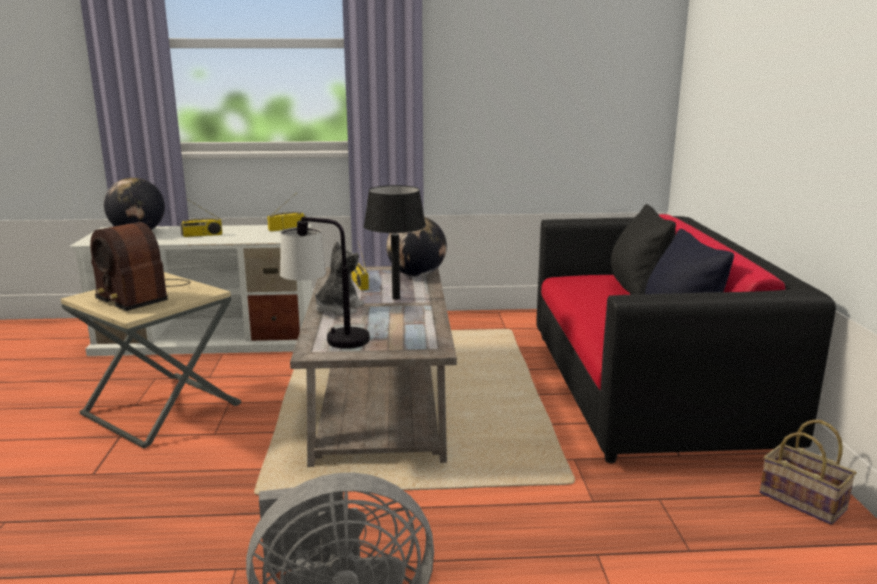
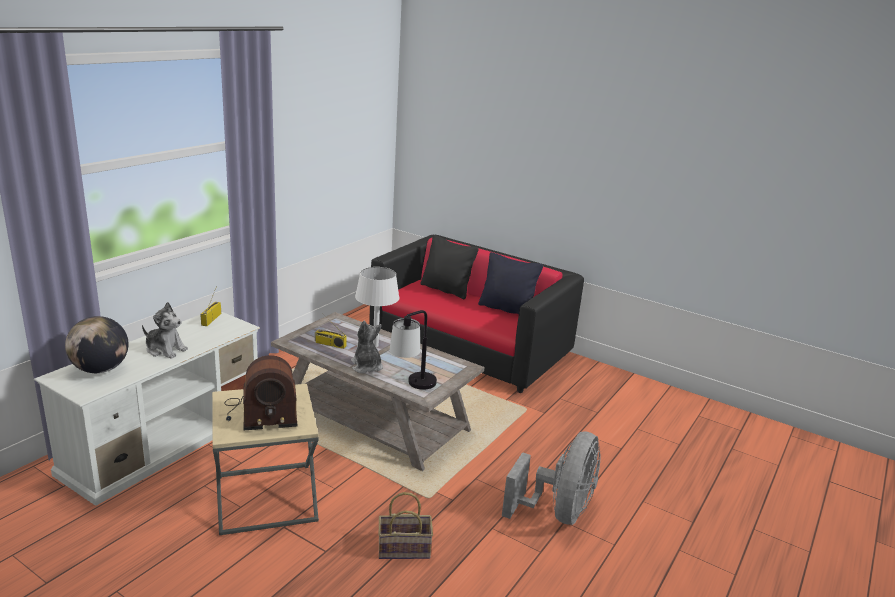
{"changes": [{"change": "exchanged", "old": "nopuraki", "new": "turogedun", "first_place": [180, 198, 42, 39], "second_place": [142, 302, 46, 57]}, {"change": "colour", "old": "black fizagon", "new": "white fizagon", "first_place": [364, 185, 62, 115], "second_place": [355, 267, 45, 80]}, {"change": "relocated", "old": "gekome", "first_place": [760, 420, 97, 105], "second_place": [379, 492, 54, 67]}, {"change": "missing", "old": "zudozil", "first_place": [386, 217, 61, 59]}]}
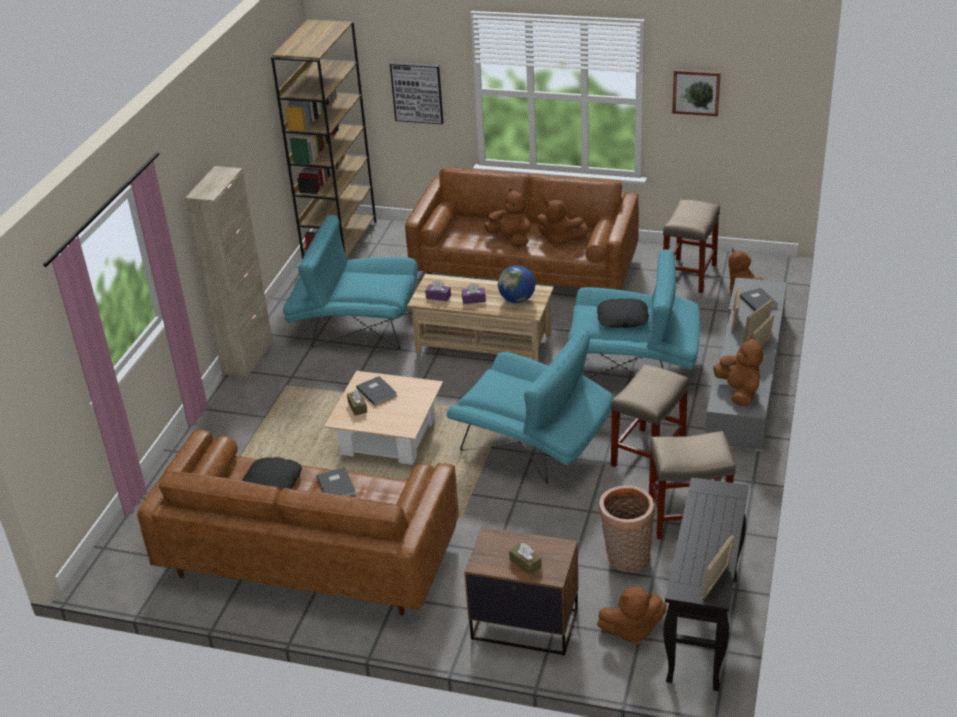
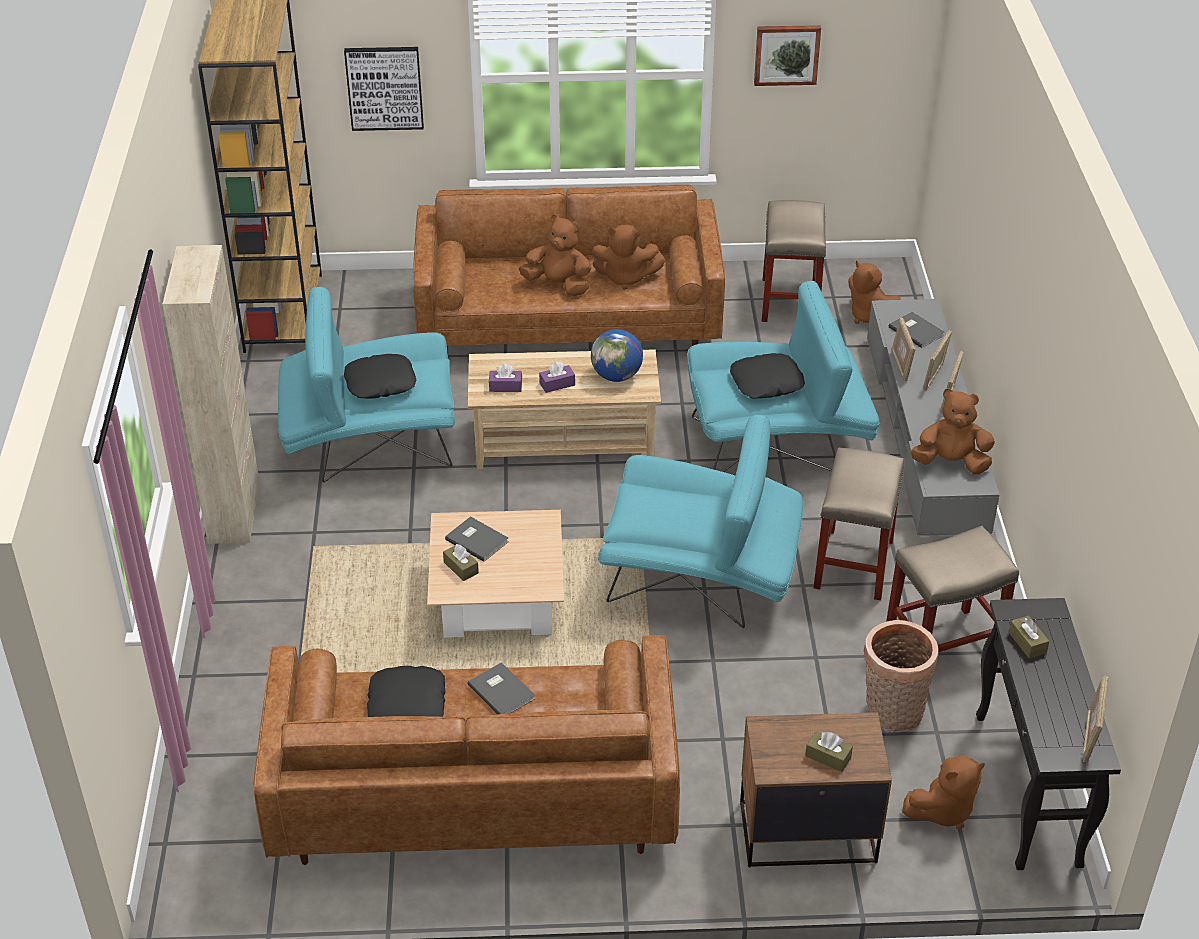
{"changes": [{"change": "appeared", "new": "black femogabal", "second_place": [344, 354, 72, 45]}, {"change": "spun", "old": "brown turogedun", "first_place": [713, 335, 50, 71], "second_place": [911, 388, 84, 86], "degrees": -45}, {"change": "appeared", "new": "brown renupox", "second_place": [1009, 615, 41, 43]}]}
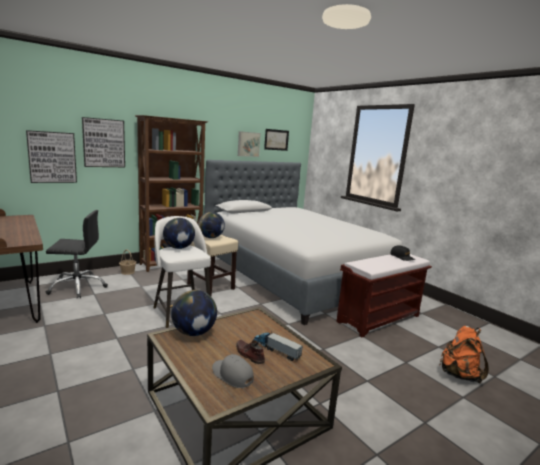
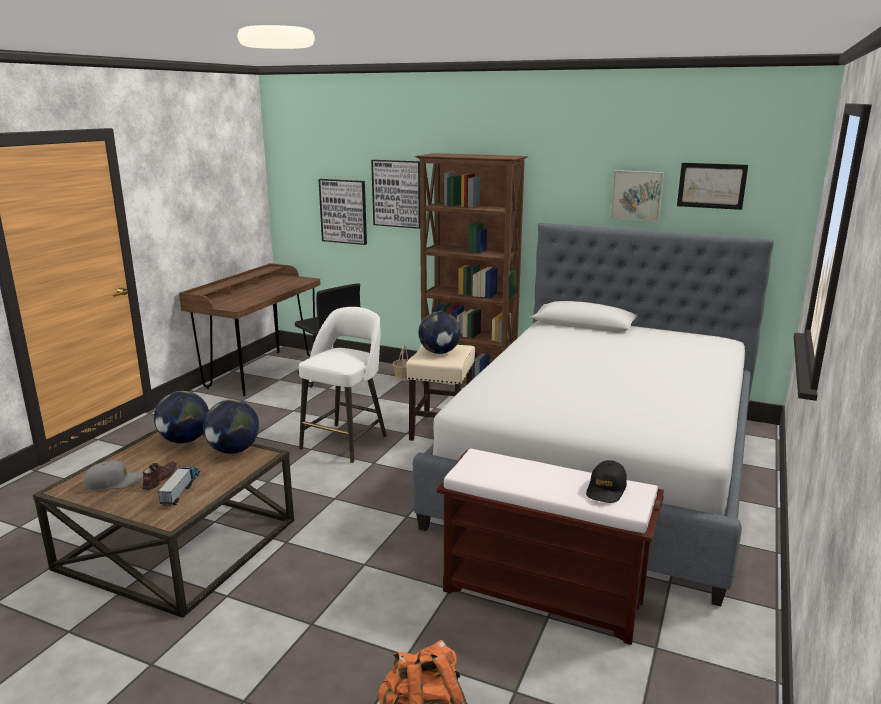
{"changes": [{"change": "spun", "old": "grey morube", "first_place": [212, 354, 42, 34], "second_place": [84, 461, 59, 30], "degrees": 60}, {"change": "relocated", "old": "zudozil", "first_place": [163, 218, 32, 31], "second_place": [203, 399, 56, 55]}]}
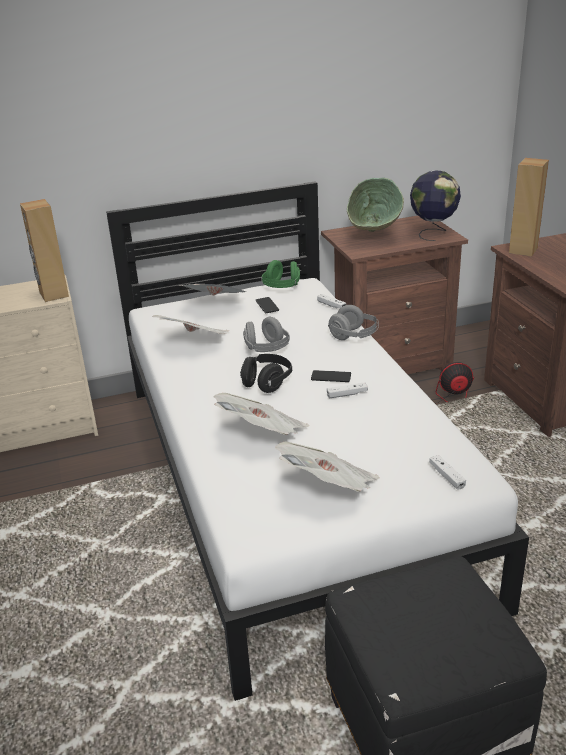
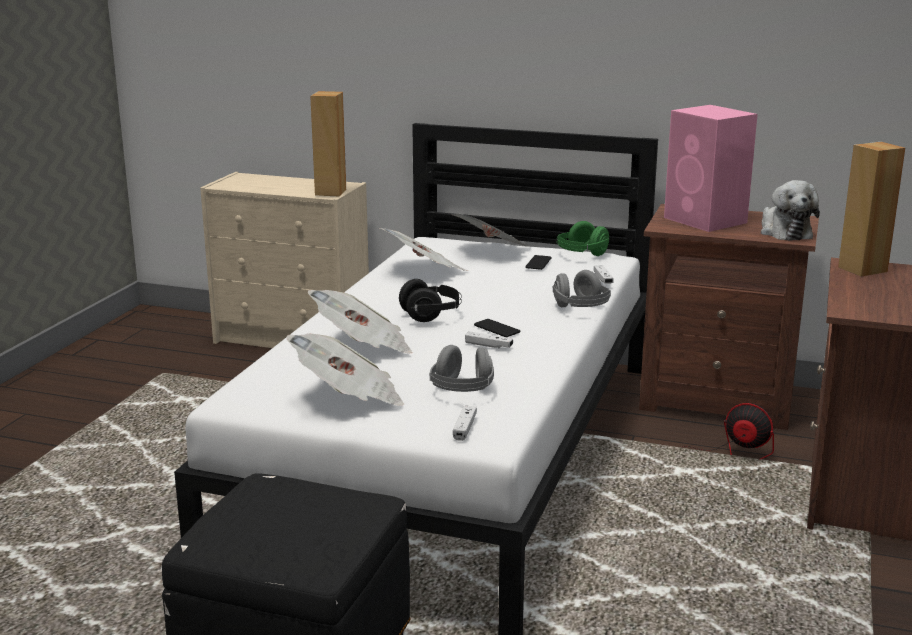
{"changes": [{"change": "relocated", "old": "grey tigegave", "first_place": [243, 317, 47, 35], "second_place": [430, 345, 64, 47]}, {"change": "exchanged", "old": "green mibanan", "new": "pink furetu", "first_place": [347, 178, 57, 54], "second_place": [664, 105, 94, 127]}, {"change": "exchanged", "old": "zudozil", "new": "turogedun", "first_place": [410, 171, 51, 70], "second_place": [761, 180, 59, 61]}]}
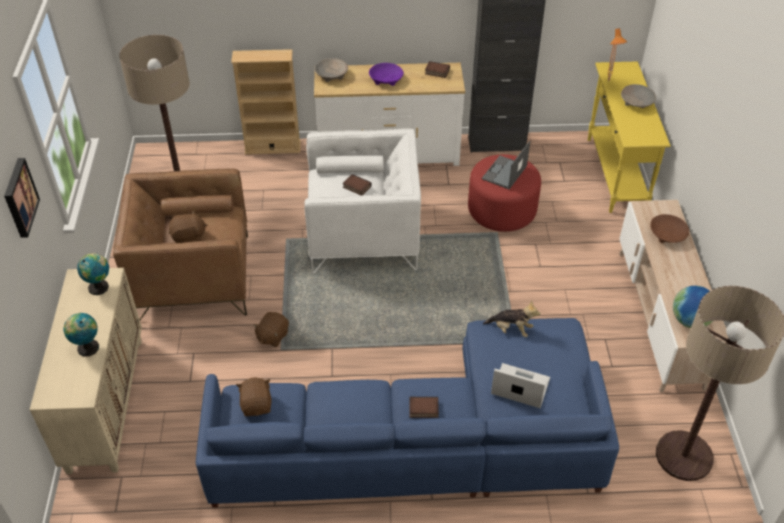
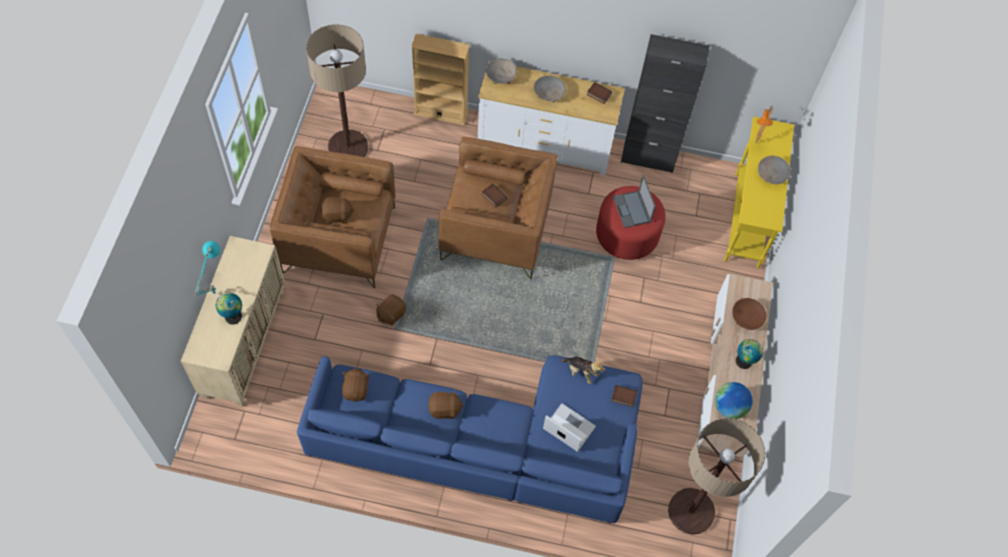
{"changes": [{"change": "appeared", "new": "turquoise fizagon", "second_place": [195, 241, 25, 54]}, {"change": "appeared", "new": "brown turogedun", "second_place": [428, 389, 36, 30]}, {"change": "colour", "old": "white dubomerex", "new": "brown dubomerex", "first_place": [304, 128, 117, 146], "second_place": [438, 137, 120, 142]}, {"change": "colour", "old": "purple mibanan", "new": "beige mibanan", "first_place": [369, 63, 35, 23], "second_place": [534, 76, 32, 26]}, {"change": "relocated", "old": "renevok", "first_place": [409, 397, 30, 21], "second_place": [611, 385, 26, 22]}, {"change": "spun", "old": "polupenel", "first_place": [482, 141, 48, 48], "second_place": [613, 175, 43, 53], "degrees": -60}, {"change": "relocated", "old": "zudozil", "first_place": [77, 253, 32, 42], "second_place": [736, 339, 27, 30]}, {"change": "missing", "old": "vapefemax", "first_place": [4, 158, 36, 80]}]}
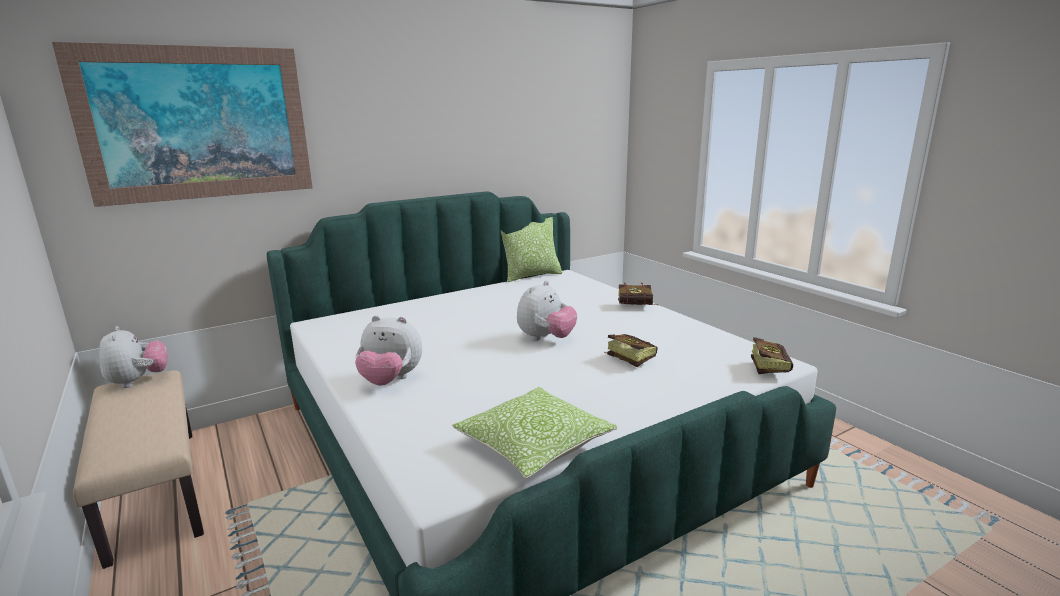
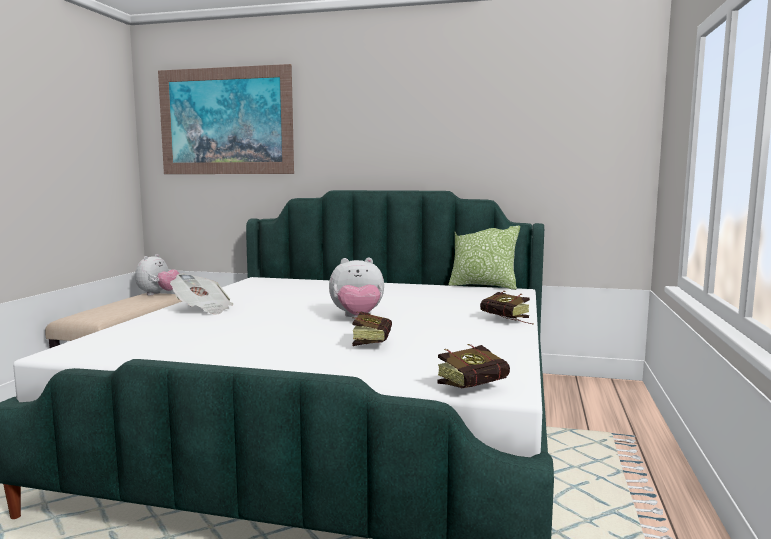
{"changes": [{"change": "exchanged", "old": "turogedun", "new": "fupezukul", "first_place": [355, 315, 67, 71], "second_place": [170, 274, 63, 41]}, {"change": "missing", "old": "femogabal", "first_place": [452, 387, 165, 92]}]}
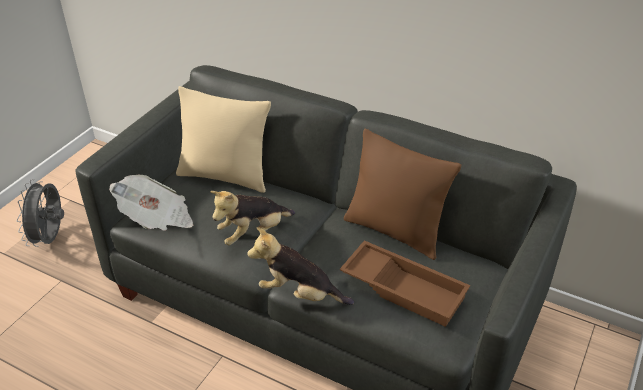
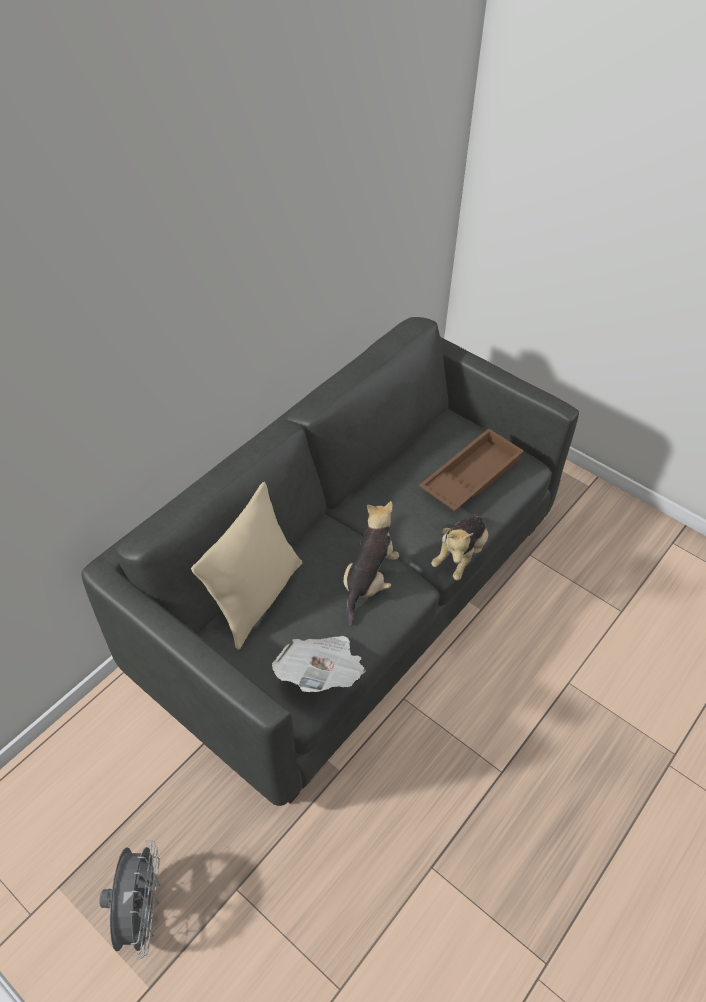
{"changes": [{"change": "spun", "old": "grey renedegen", "first_place": [17, 179, 47, 68], "second_place": [99, 841, 61, 118], "degrees": -105}, {"change": "spun", "old": "turogedun", "first_place": [210, 191, 85, 54], "second_place": [343, 501, 56, 125], "degrees": -135}, {"change": "missing", "old": "brown femogabal", "first_place": [344, 128, 118, 132]}]}
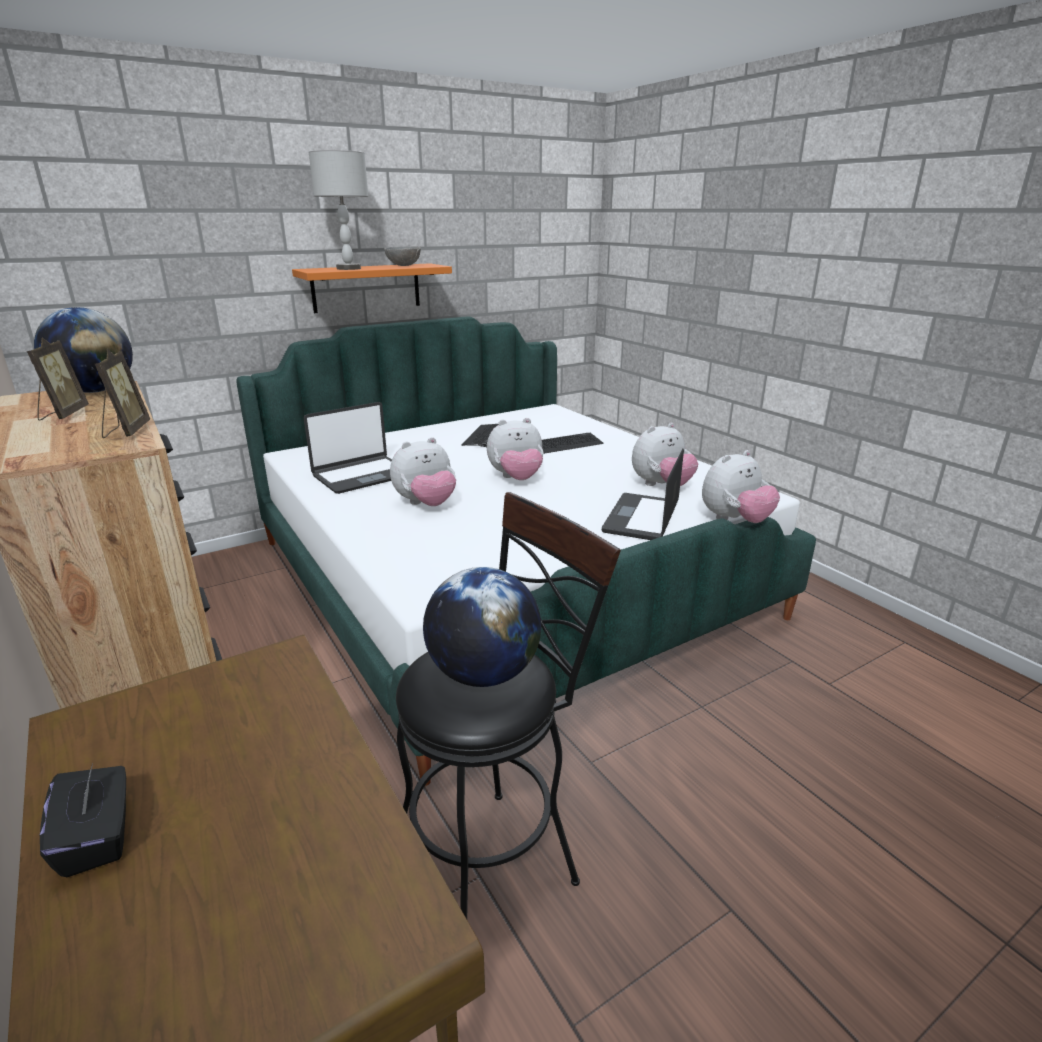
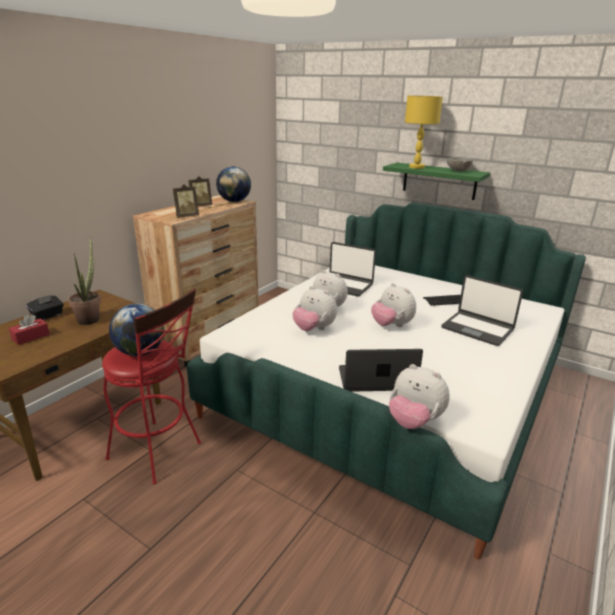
{"changes": [{"change": "appeared", "new": "red renupox", "second_place": [9, 314, 41, 31]}, {"change": "appeared", "new": "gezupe", "second_place": [68, 236, 33, 89]}, {"change": "colour", "old": "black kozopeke", "new": "red kozopeke", "first_place": [396, 492, 225, 427], "second_place": [102, 288, 99, 196]}, {"change": "relocated", "old": "turogedun", "first_place": [632, 423, 66, 63], "second_place": [293, 286, 44, 45]}, {"change": "colour", "old": "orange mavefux", "new": "green mavefux", "first_place": [292, 263, 160, 50], "second_place": [383, 163, 107, 37]}, {"change": "colour", "old": "grey fizagon", "new": "yellow fizagon", "first_place": [309, 150, 60, 120], "second_place": [405, 96, 38, 73]}, {"change": "exchanged", "old": "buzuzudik", "new": "polupenel", "first_place": [542, 433, 62, 21], "second_place": [441, 275, 82, 71]}]}
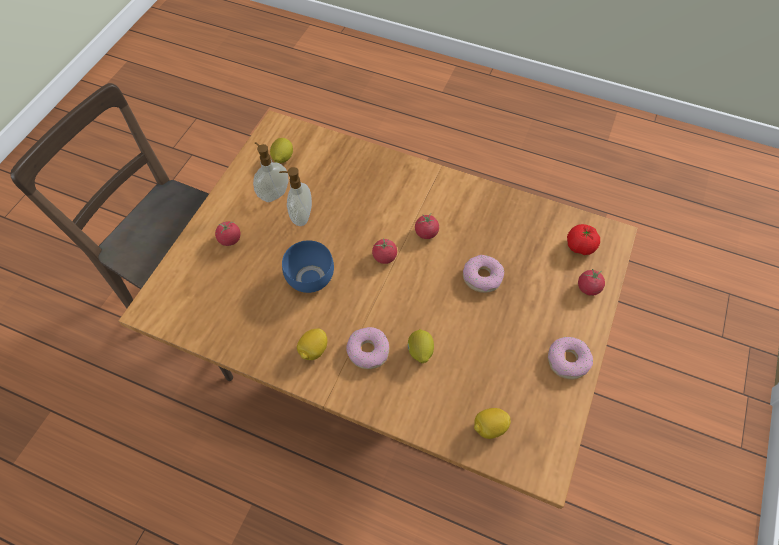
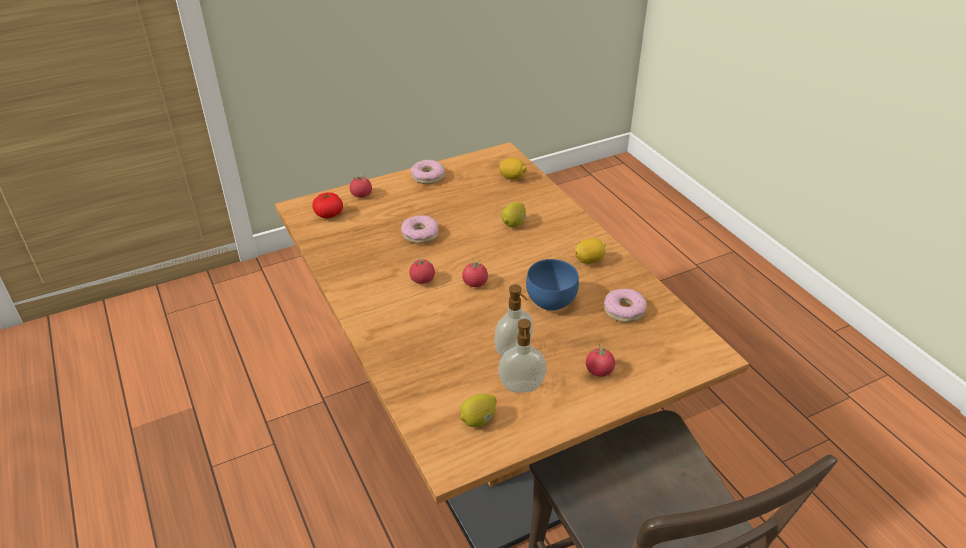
{"changes": [{"change": "relocated", "old": "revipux", "first_place": [346, 327, 43, 42], "second_place": [604, 288, 43, 35]}]}
